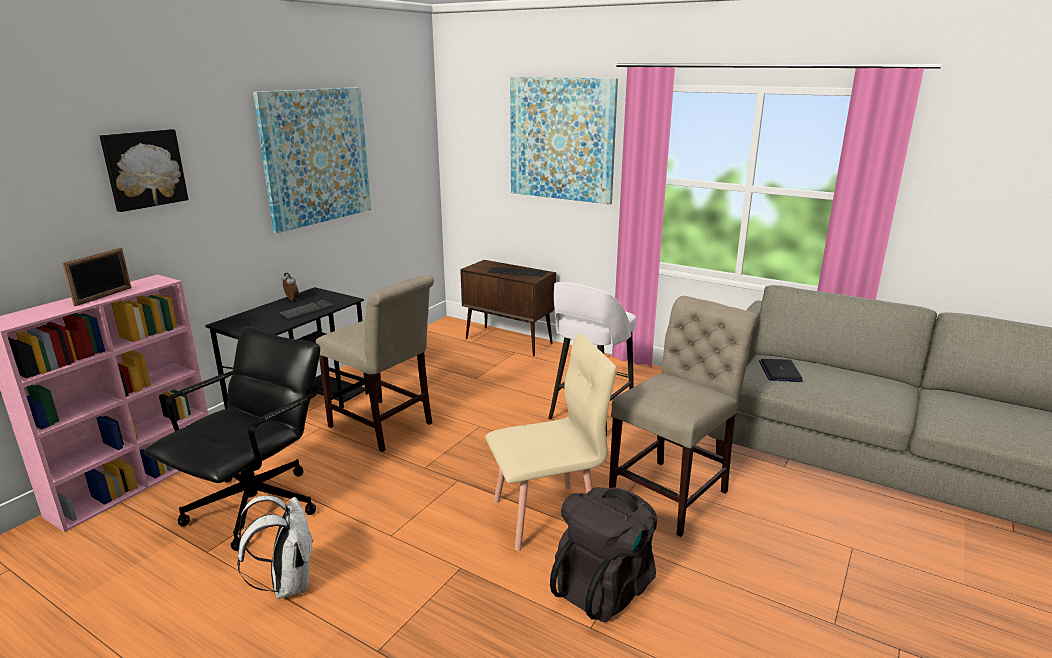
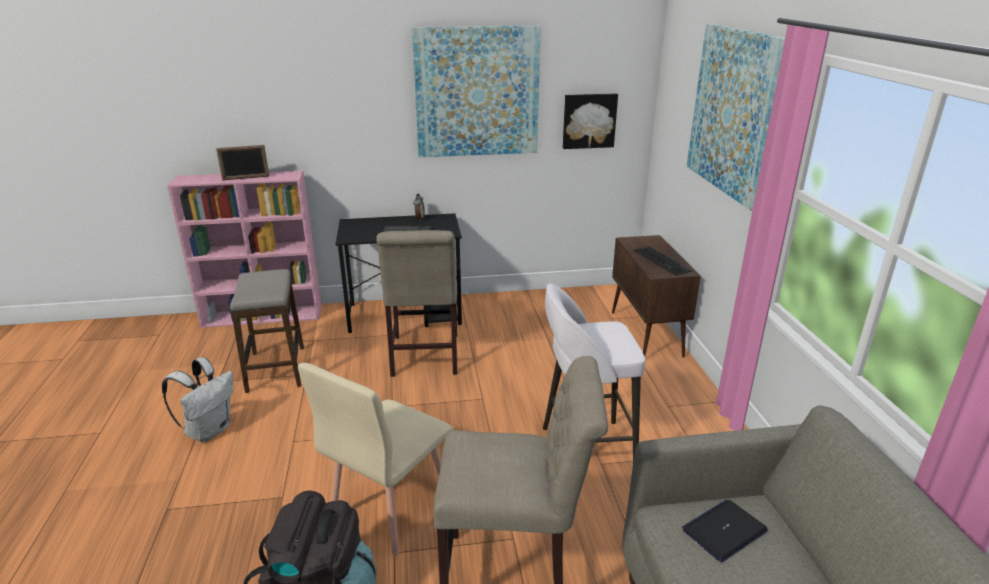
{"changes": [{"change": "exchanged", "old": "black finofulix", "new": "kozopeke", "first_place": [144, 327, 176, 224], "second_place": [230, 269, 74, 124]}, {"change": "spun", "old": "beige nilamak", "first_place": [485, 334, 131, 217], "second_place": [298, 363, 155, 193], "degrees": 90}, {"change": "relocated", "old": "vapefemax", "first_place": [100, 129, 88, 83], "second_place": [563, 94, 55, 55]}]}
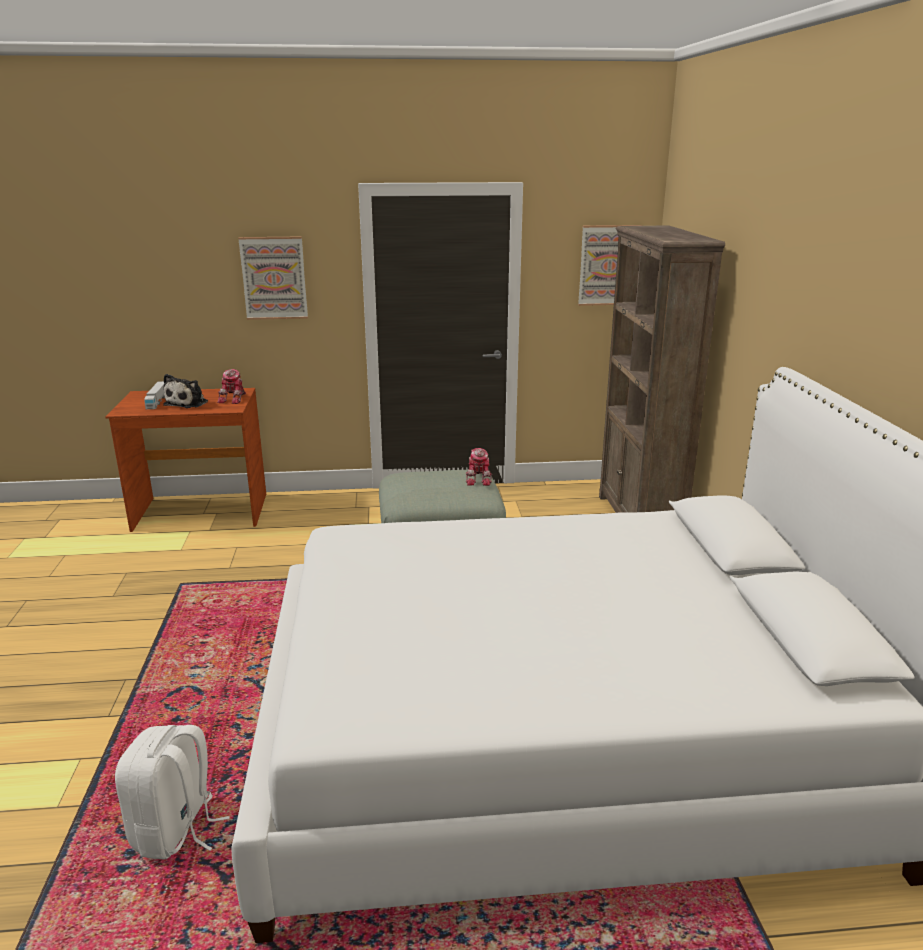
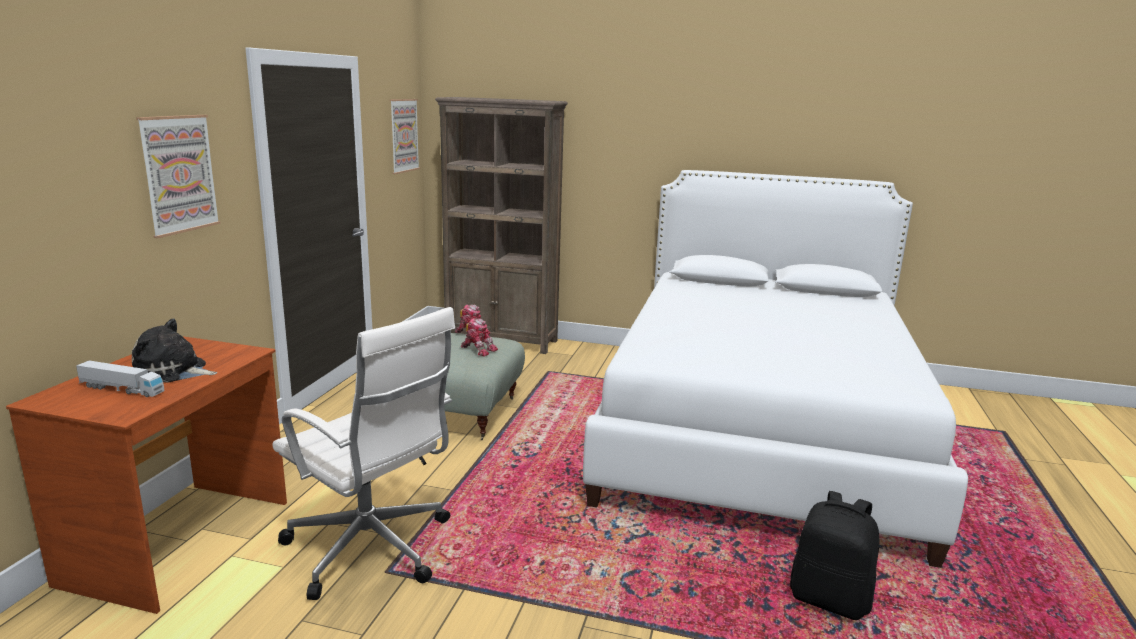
{"changes": [{"change": "spun", "old": "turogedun", "first_place": [163, 374, 45, 34], "second_place": [132, 318, 86, 65], "degrees": 150}, {"change": "appeared", "new": "white finofulix", "second_place": [272, 307, 183, 293]}, {"change": "relocated", "old": "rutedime", "first_place": [217, 369, 29, 35], "second_place": [461, 318, 37, 39]}, {"change": "colour", "old": "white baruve", "new": "black baruve", "first_place": [115, 725, 115, 135], "second_place": [790, 491, 89, 129]}]}
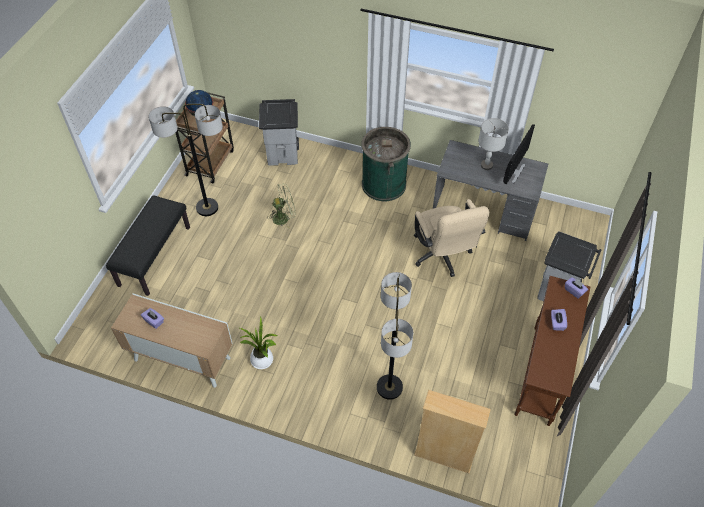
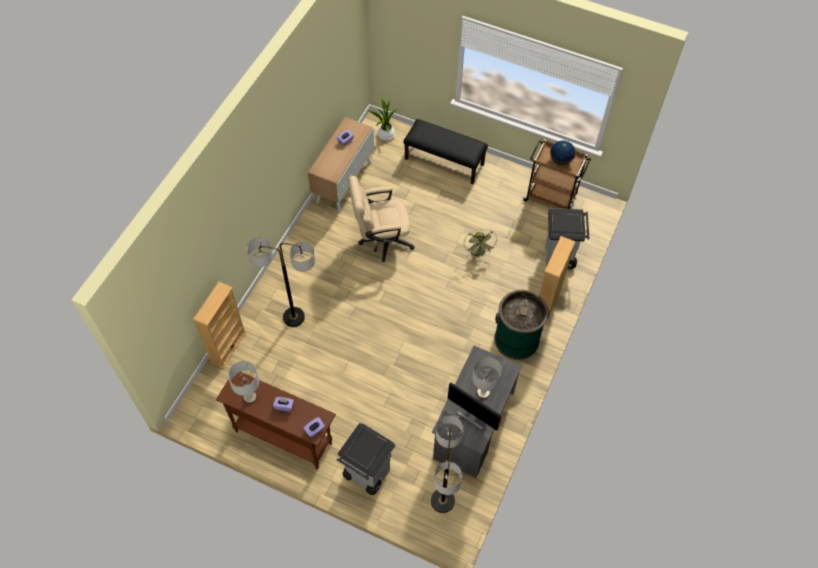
{"changes": [{"change": "appeared", "new": "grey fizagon", "second_place": [228, 361, 31, 43]}, {"change": "relocated", "old": "beige finofulix", "first_place": [414, 199, 75, 78], "second_place": [348, 176, 67, 86]}, {"change": "relocated", "old": "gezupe", "first_place": [240, 316, 37, 53], "second_place": [367, 96, 30, 44]}, {"change": "relocated", "old": "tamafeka", "first_place": [148, 104, 75, 112], "second_place": [431, 415, 32, 98]}, {"change": "appeared", "new": "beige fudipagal", "second_place": [539, 236, 36, 87]}]}
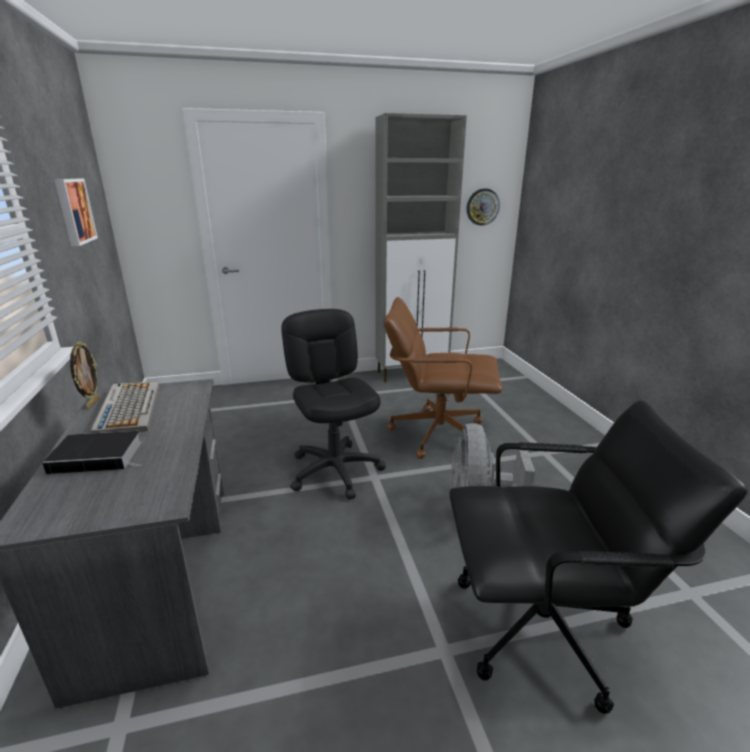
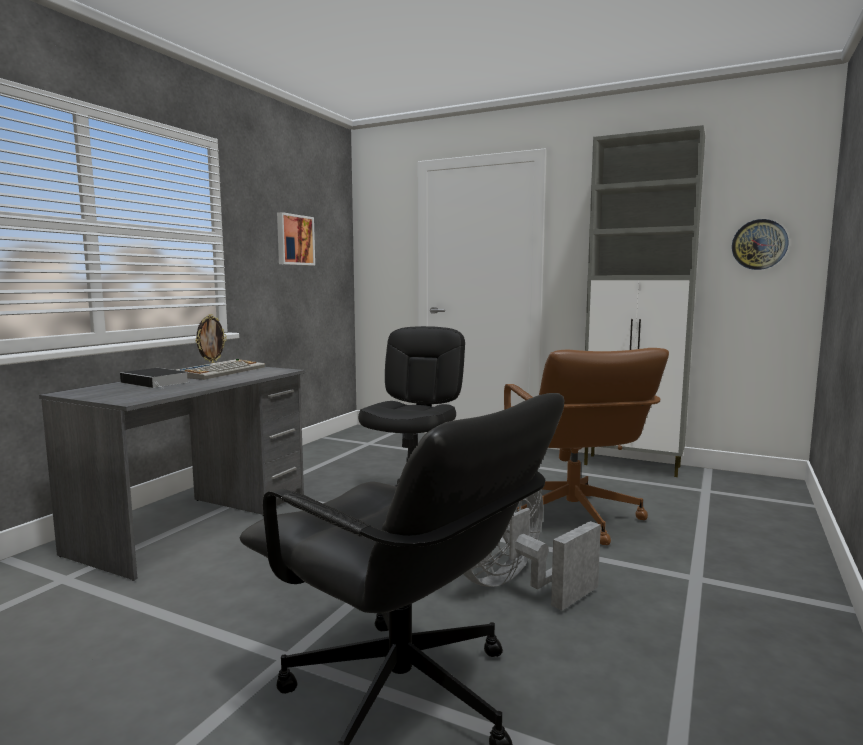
{"changes": [{"change": "spun", "old": "brown finofulix", "first_place": [384, 297, 118, 162], "second_place": [504, 348, 165, 197], "degrees": -150}]}
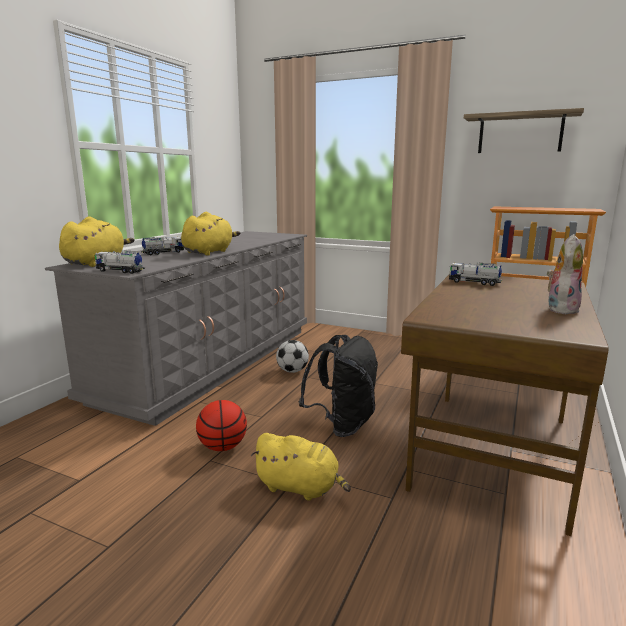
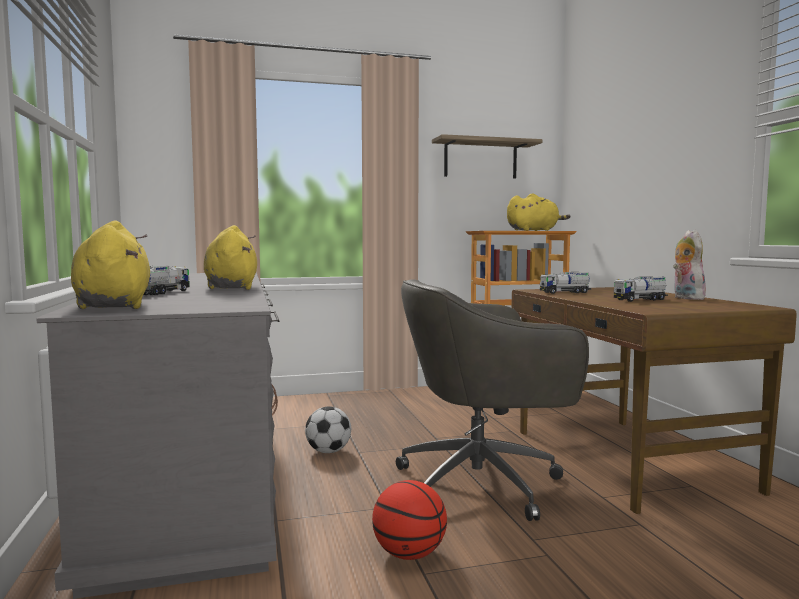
{"changes": [{"change": "exchanged", "old": "black baruve", "new": "grey finofulix", "first_place": [299, 335, 79, 102], "second_place": [396, 279, 193, 242]}, {"change": "relocated", "old": "yellow turogedun", "first_place": [251, 433, 100, 68], "second_place": [507, 193, 64, 38]}, {"change": "relocated", "old": "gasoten", "first_place": [94, 251, 51, 23], "second_place": [614, 276, 54, 26]}]}
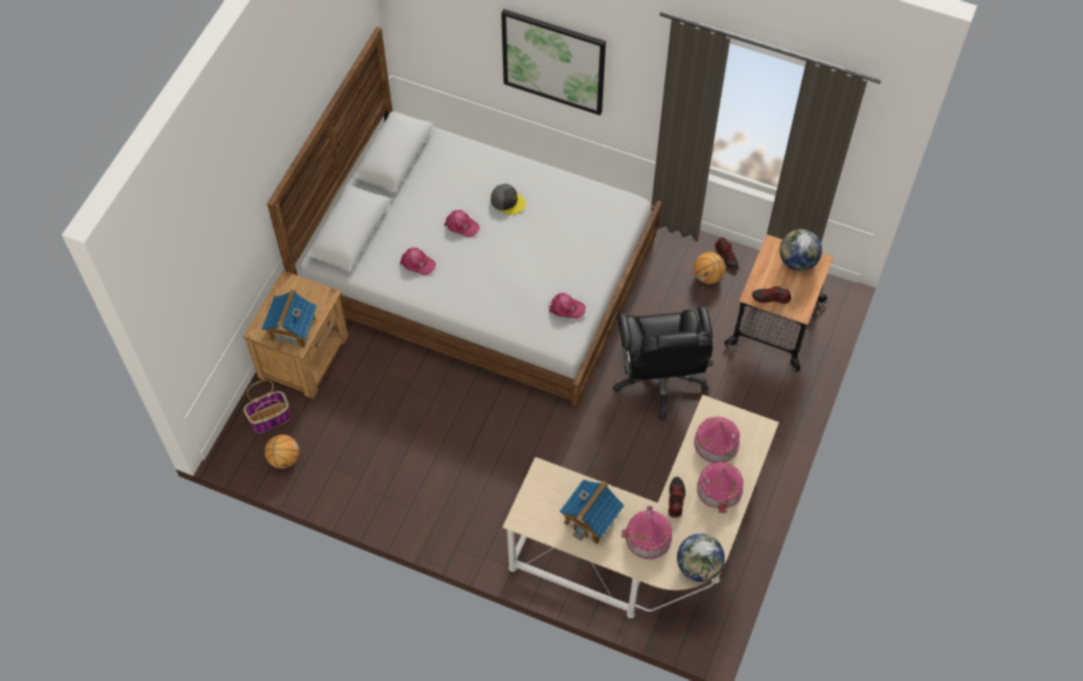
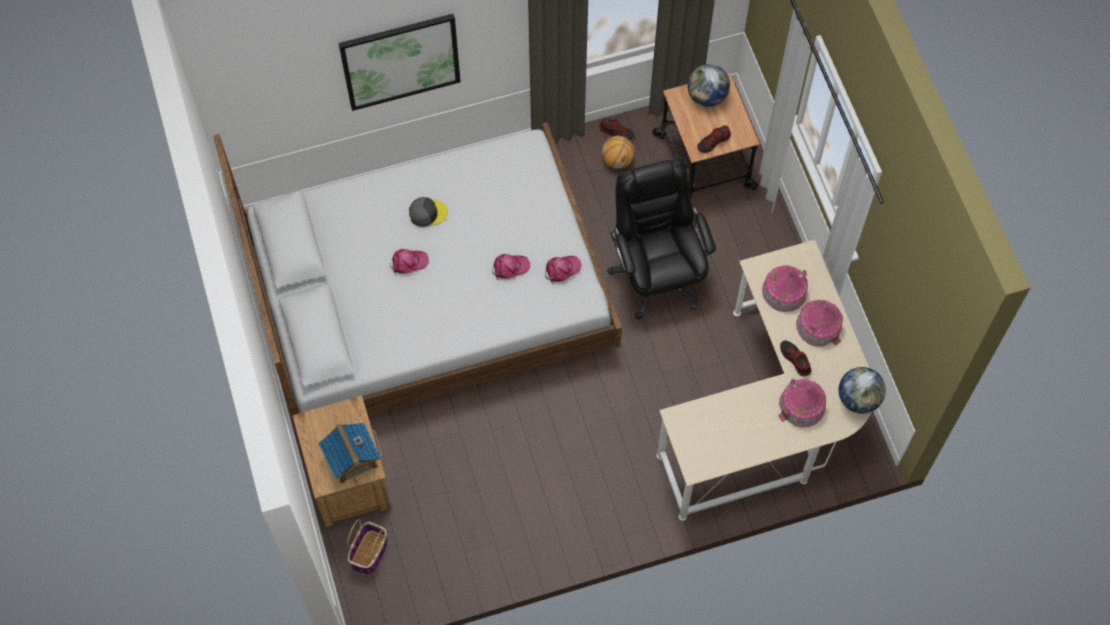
{"changes": [{"change": "relocated", "old": "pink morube", "first_place": [400, 248, 36, 27], "second_place": [492, 254, 38, 26]}, {"change": "spun", "old": "black finofulix", "first_place": [613, 305, 100, 115], "second_place": [607, 159, 109, 160], "degrees": -150}, {"change": "missing", "old": "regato", "first_place": [265, 435, 34, 34]}, {"change": "missing", "old": "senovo", "first_place": [560, 480, 65, 64]}]}
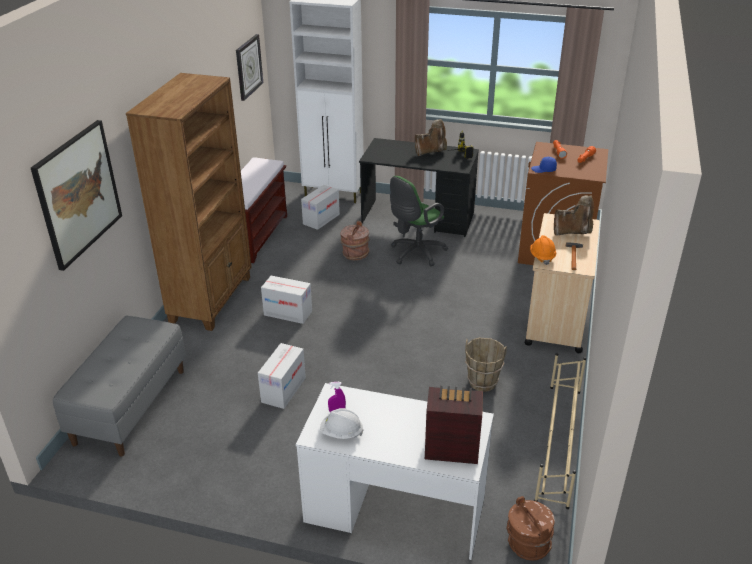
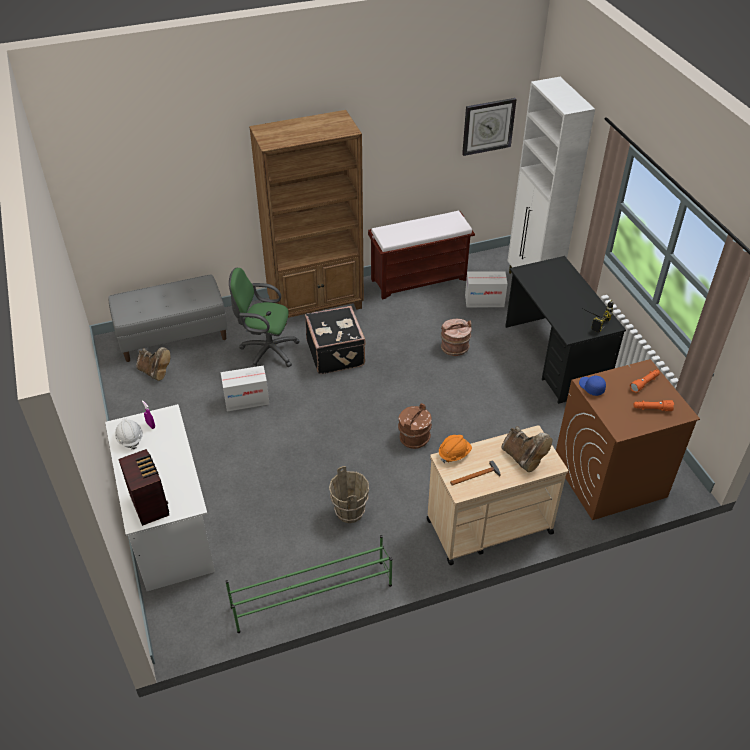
{"changes": [{"change": "relocated", "old": "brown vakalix", "first_place": [415, 119, 32, 37], "second_place": [136, 347, 34, 34]}, {"change": "colour", "old": "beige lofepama", "new": "green lofepama", "first_place": [534, 353, 52, 156], "second_place": [225, 535, 167, 98]}, {"change": "relocated", "old": "green finofulix", "first_place": [390, 176, 58, 90], "second_place": [229, 268, 70, 99]}, {"change": "exchanged", "old": "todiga", "new": "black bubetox", "first_place": [261, 276, 51, 48], "second_place": [305, 306, 61, 68]}, {"change": "relocated", "old": "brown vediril", "first_place": [506, 496, 49, 65], "second_place": [398, 403, 34, 46]}, {"change": "missing", "old": "vapefemax", "first_place": [31, 120, 91, 151]}]}
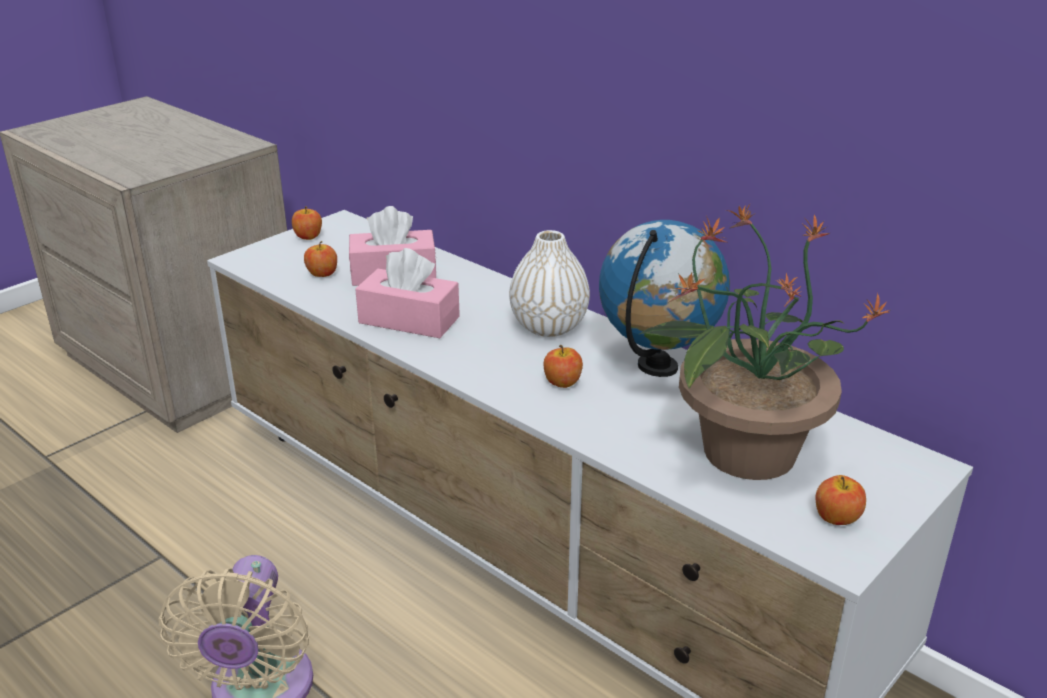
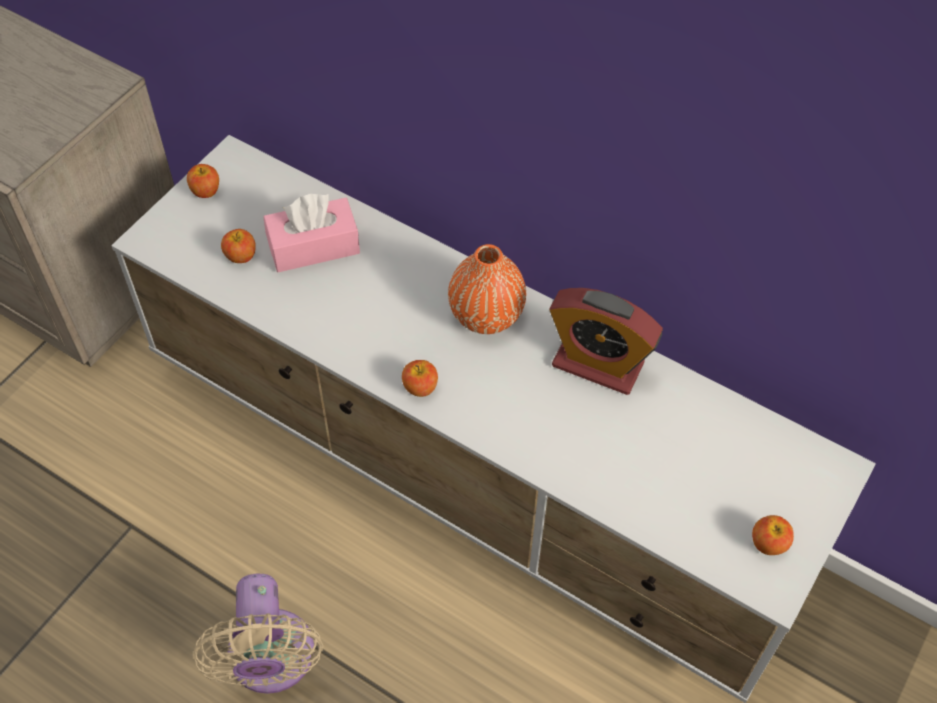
{"changes": [{"change": "relocated", "old": "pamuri", "first_place": [544, 345, 39, 43], "second_place": [402, 360, 36, 37]}, {"change": "colour", "old": "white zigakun", "new": "orange zigakun", "first_place": [509, 230, 81, 107], "second_place": [448, 244, 78, 90]}, {"change": "exchanged", "old": "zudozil", "new": "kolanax", "first_place": [599, 220, 131, 157], "second_place": [549, 288, 114, 107]}, {"change": "missing", "old": "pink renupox", "first_place": [355, 248, 105, 90]}, {"change": "missing", "old": "gezupe", "first_place": [640, 204, 250, 276]}]}
